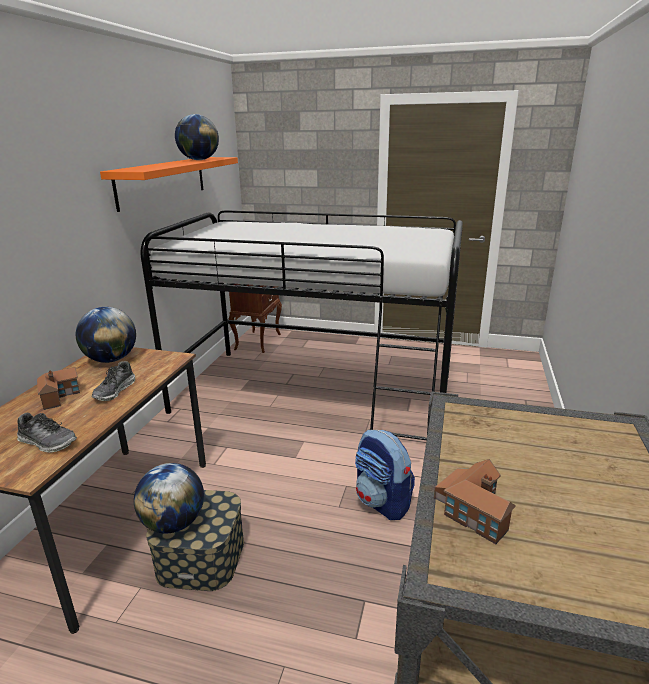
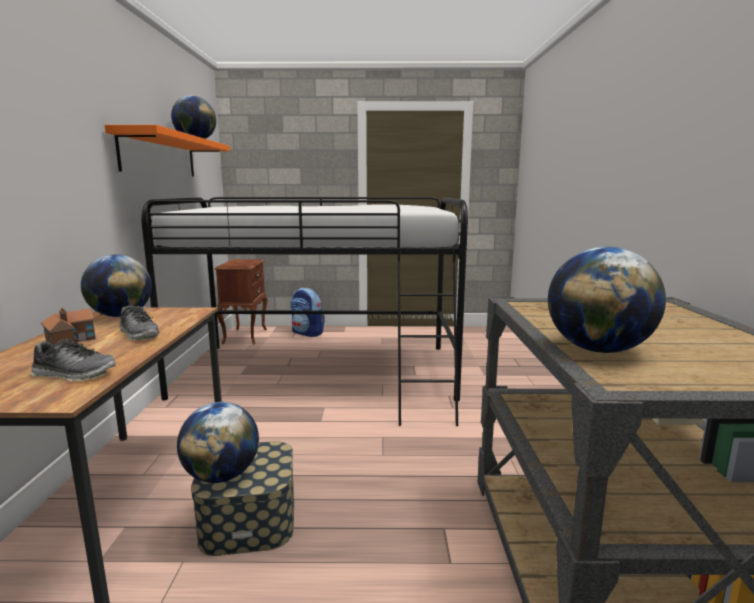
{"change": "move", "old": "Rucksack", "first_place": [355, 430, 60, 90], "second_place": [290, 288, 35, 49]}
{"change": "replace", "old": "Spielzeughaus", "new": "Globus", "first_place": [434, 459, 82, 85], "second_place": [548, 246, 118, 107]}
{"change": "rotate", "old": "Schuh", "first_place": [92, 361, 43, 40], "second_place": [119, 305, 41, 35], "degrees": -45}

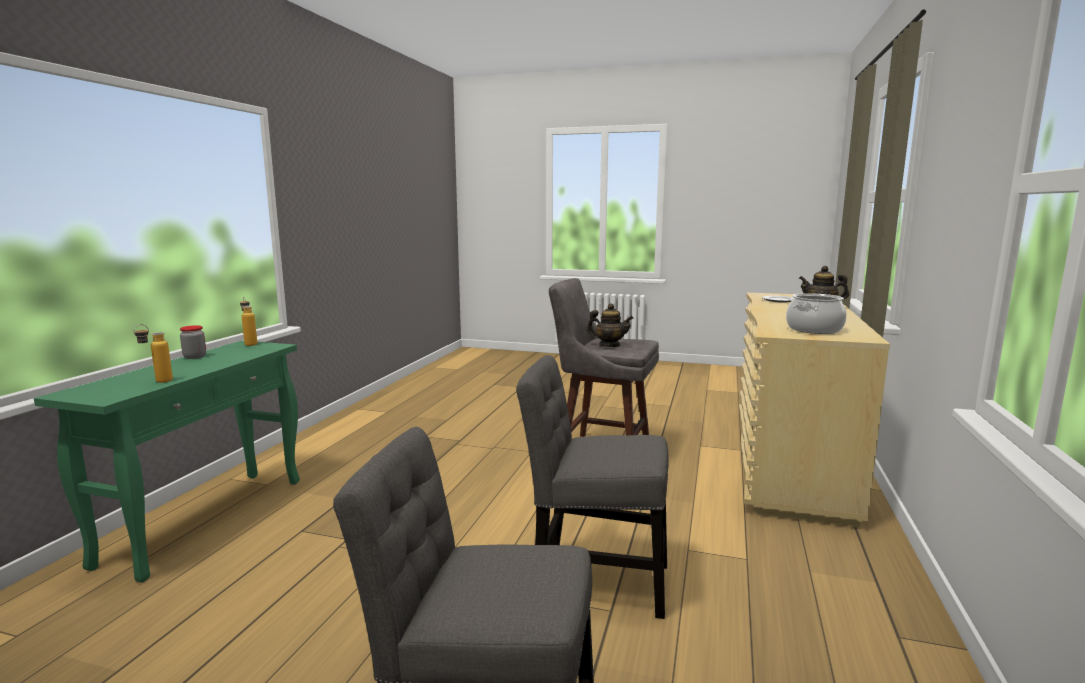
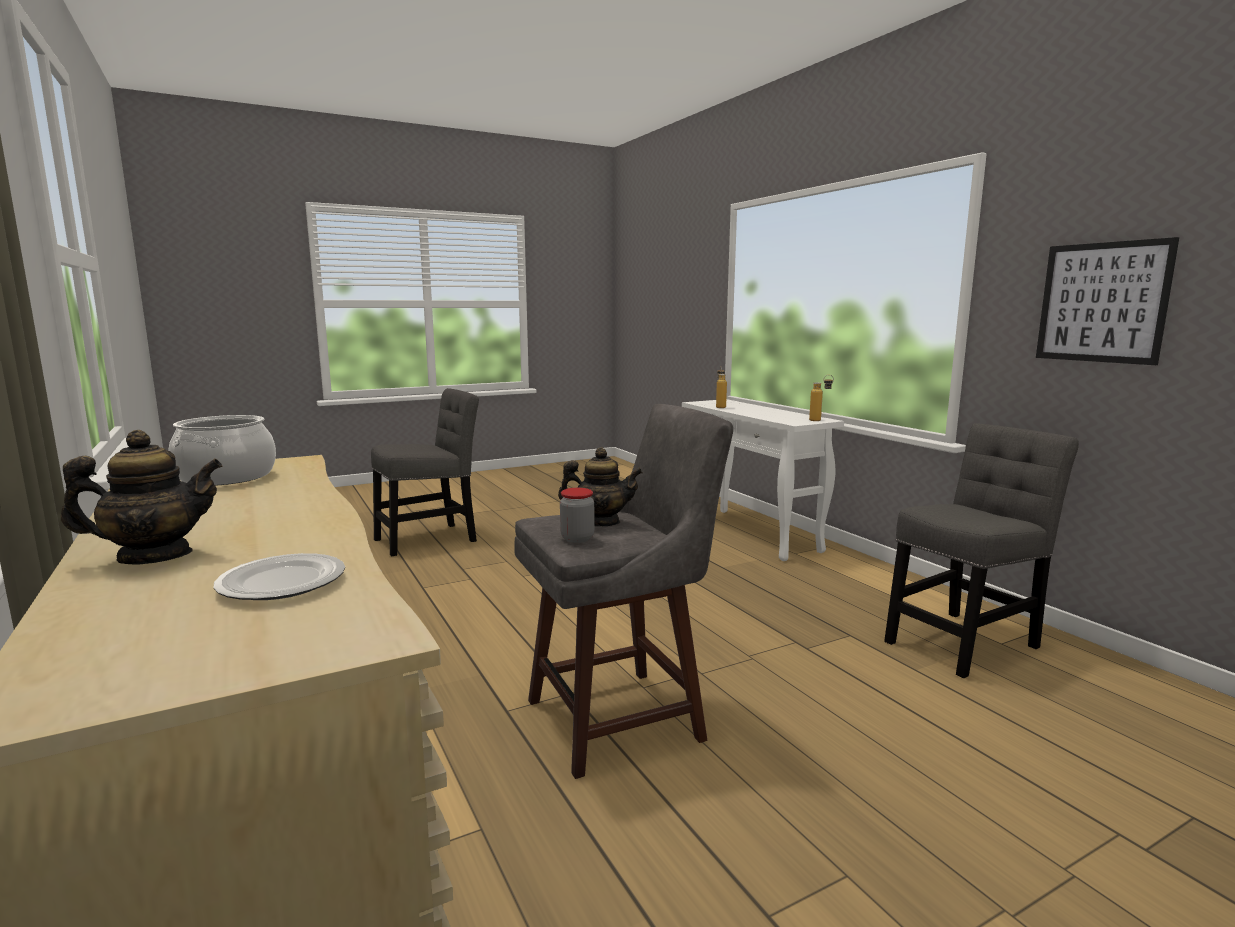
{"change": "insert", "new": "Bild", "second_place": [1036, 237, 143, 128]}
{"change": "move", "old": "Vorratsglas", "first_place": [180, 325, 26, 34], "second_place": [560, 488, 35, 55]}
{"change": "move", "old": "Stuhl (grau)", "first_place": [516, 355, 153, 264], "second_place": [884, 423, 195, 255]}
{"change": "recolor", "old": "Konsolentisch (grün)", "new": "Konsolentisch (weiß)", "first_place": [34, 341, 266, 242], "second_place": [682, 399, 162, 162]}
{"change": "rotate", "old": "Teekanne", "first_place": [587, 303, 46, 44], "second_place": [558, 447, 85, 79], "degrees": -150}

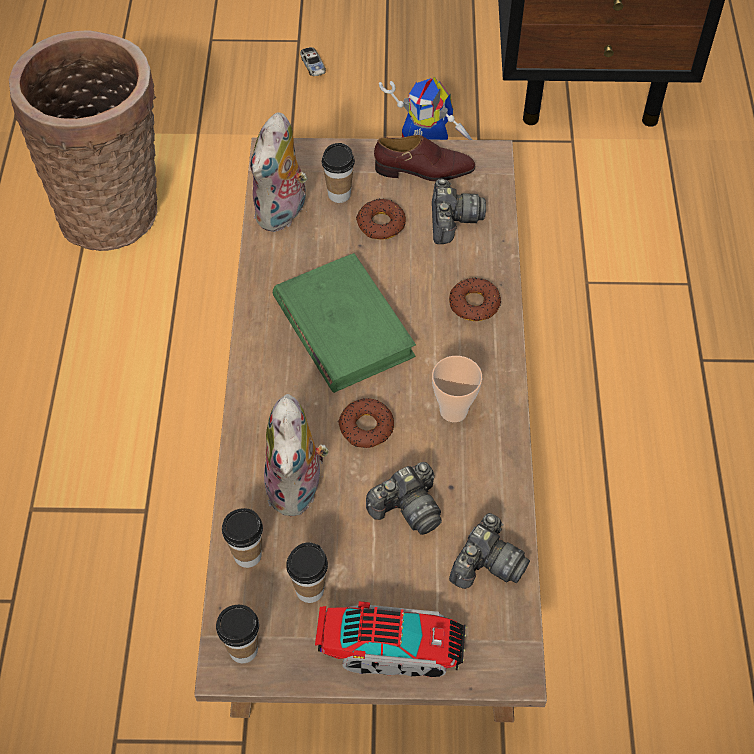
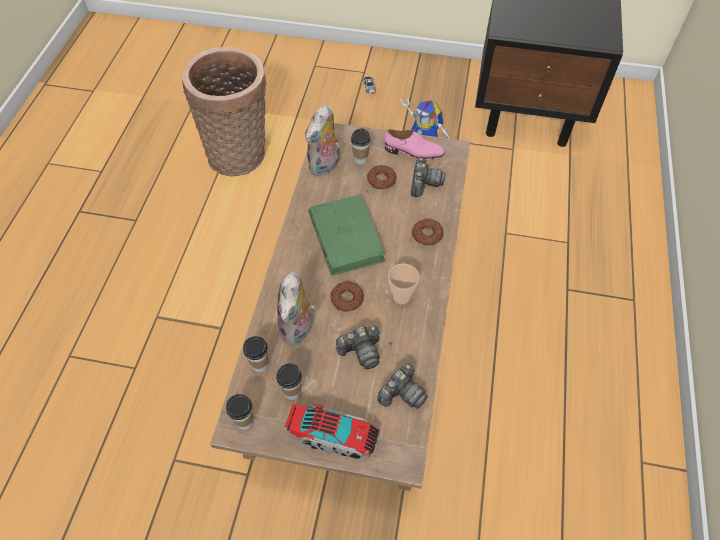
{"change": "recolor", "old": "Schuh (braun)", "new": "Schuh (rosa)", "first_place": [374, 135, 101, 47], "second_place": [385, 129, 59, 31]}

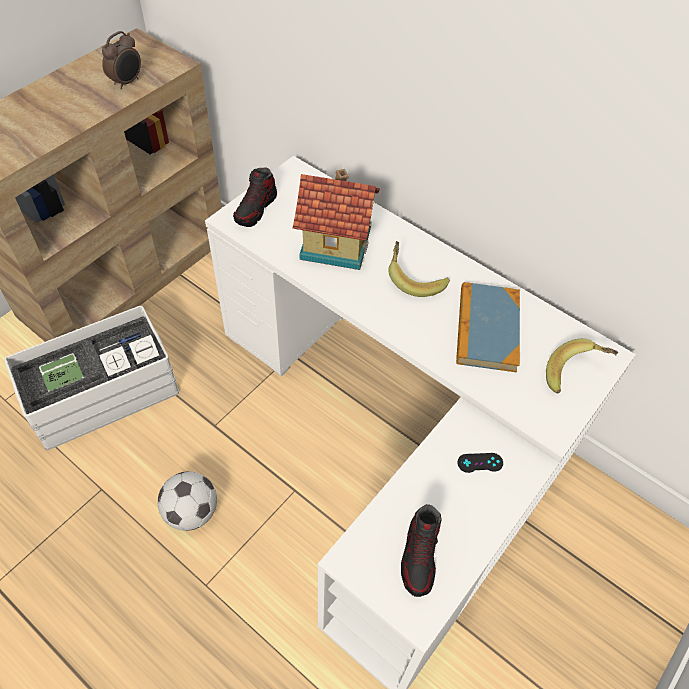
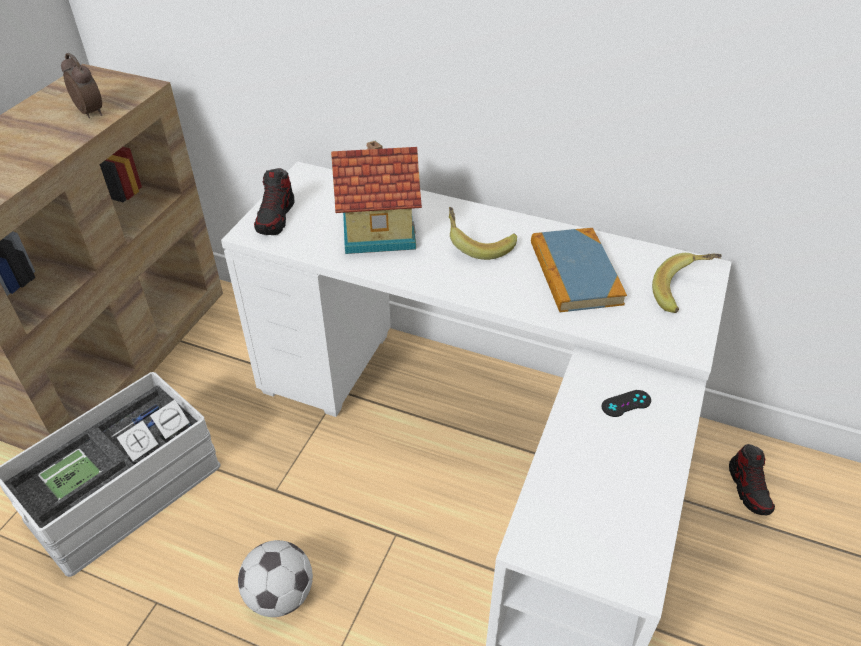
{"change": "move", "old": "Schuh", "first_place": [401, 504, 41, 93], "second_place": [729, 444, 46, 72]}
{"change": "rotate", "old": "Wecker", "first_place": [102, 31, 39, 59], "second_place": [61, 53, 41, 65], "degrees": -60}

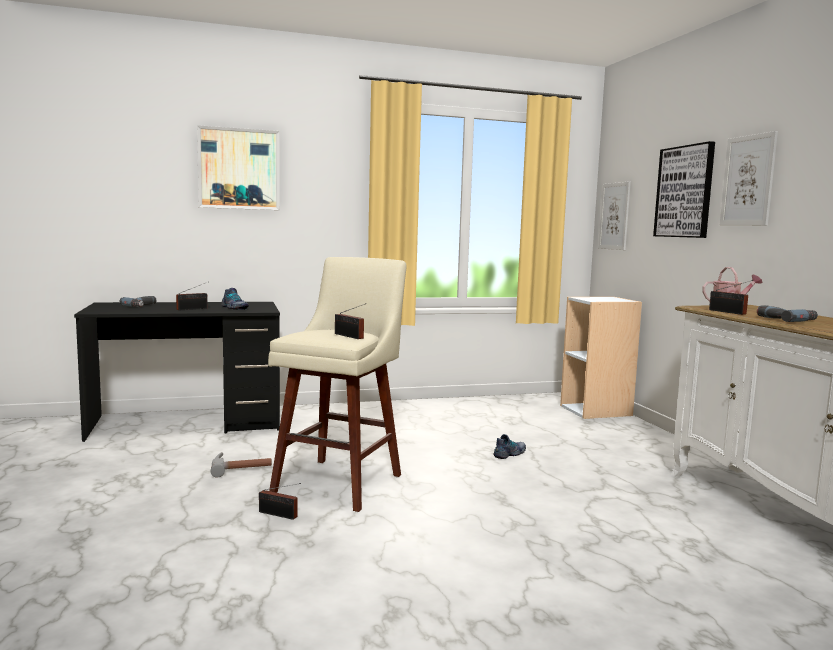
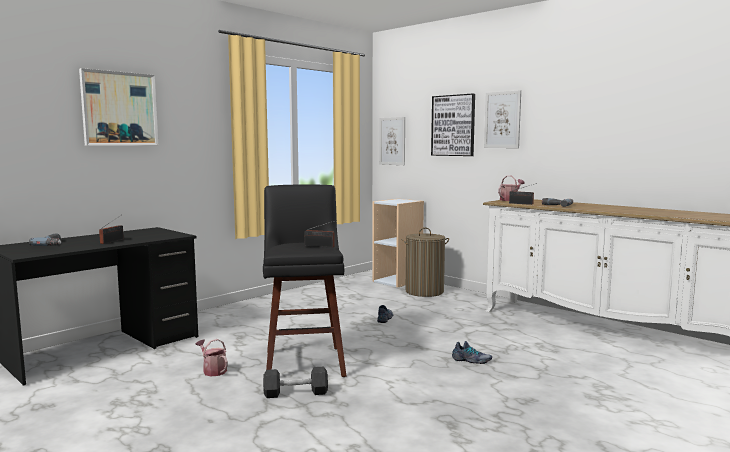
{"change": "insert", "new": "Wäschekorb", "second_place": [401, 227, 48, 70]}
{"change": "move", "old": "Schuh", "first_place": [221, 288, 28, 22], "second_place": [452, 341, 40, 23]}
{"change": "replace", "old": "Hammer", "new": "Gießkanne", "first_place": [211, 452, 61, 26], "second_place": [195, 339, 33, 37]}
{"change": "replace", "old": "Radio", "new": "Hantel (schwarz)", "first_place": [259, 483, 42, 37], "second_place": [263, 367, 65, 31]}
{"change": "recolor", "old": "Hocker (beige)", "new": "Hocker (schwarz)", "first_place": [268, 257, 138, 255], "second_place": [263, 184, 84, 193]}

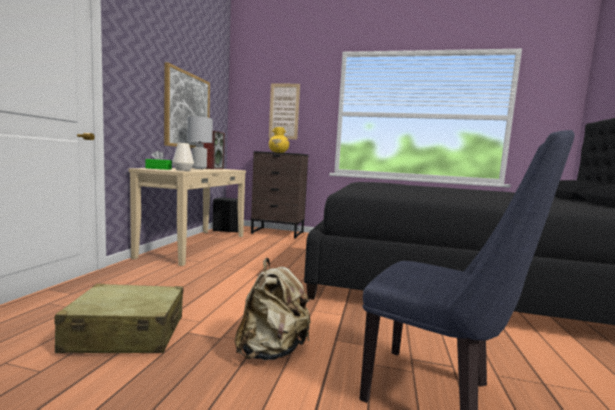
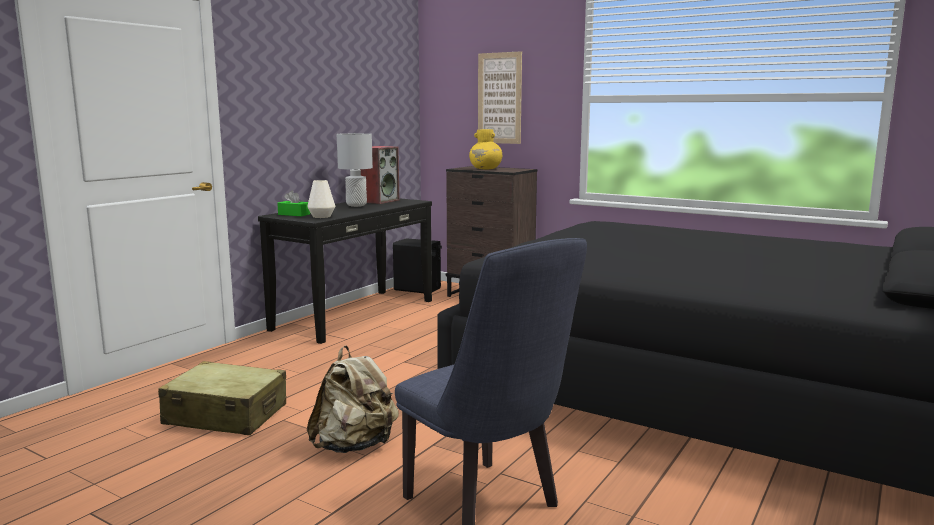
{"change": "delete", "old": "Bild", "first_place": [164, 62, 46, 86]}
{"change": "recolor", "old": "Konsolentisch (beige)", "new": "Konsolentisch (schwarz)", "first_place": [129, 168, 117, 98], "second_place": [258, 198, 174, 146]}

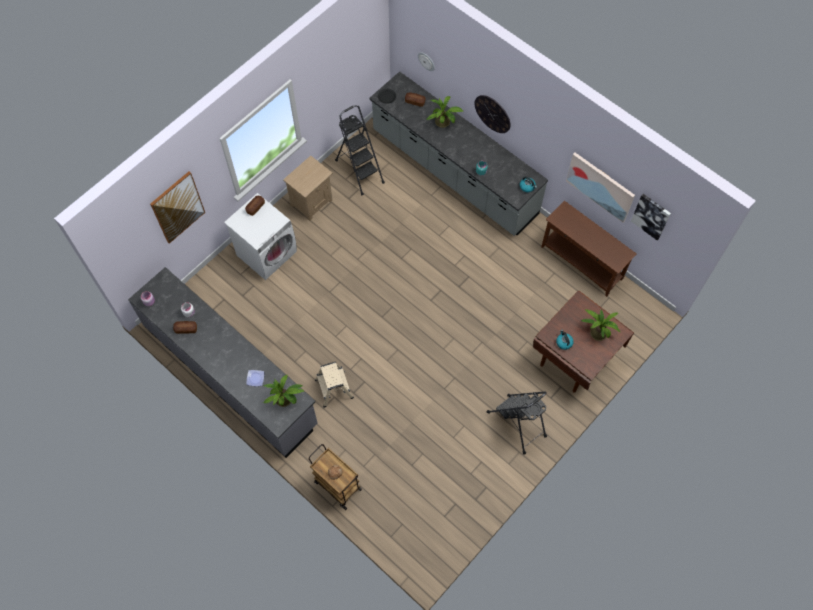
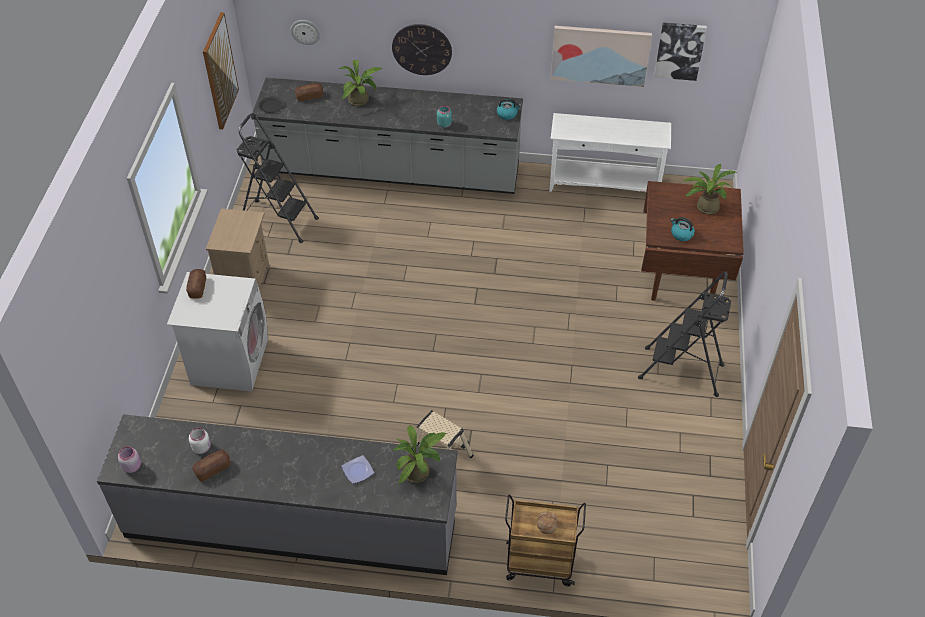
{"change": "move", "old": "Bild", "first_place": [150, 171, 55, 73], "second_place": [203, 12, 36, 118]}
{"change": "recolor", "old": "Konsolentisch (braun)", "new": "Konsolentisch (weiß)", "first_place": [541, 201, 96, 96], "second_place": [549, 113, 122, 79]}

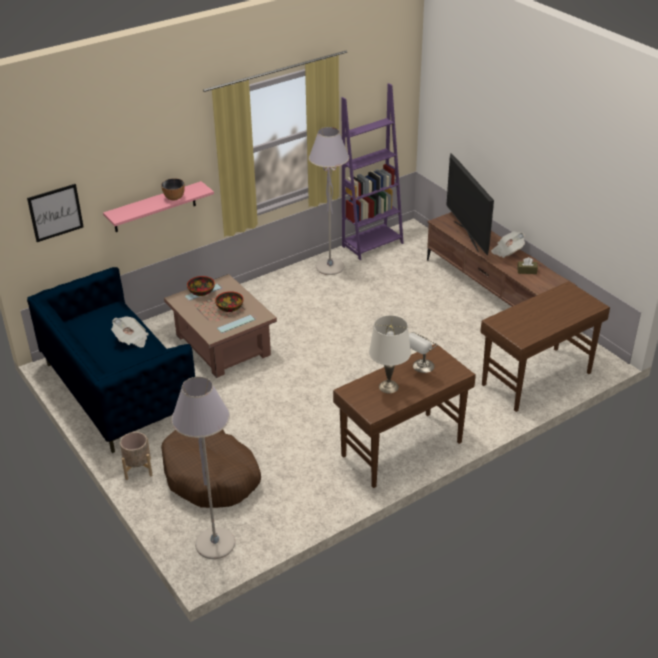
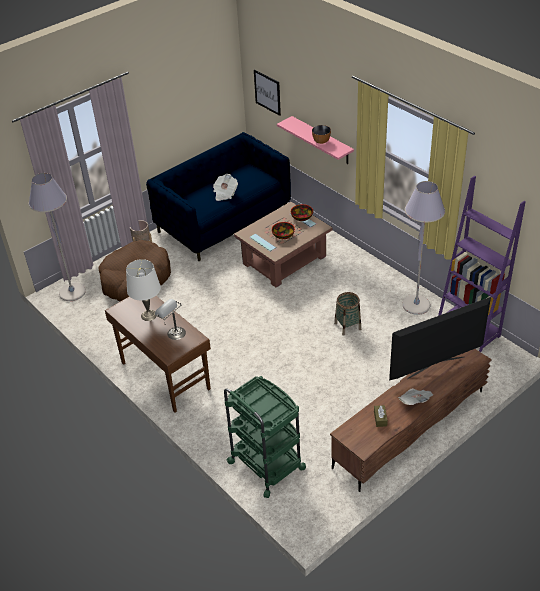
{"change": "insert", "new": "Korb", "second_place": [334, 292, 27, 44]}
{"change": "replace", "old": "Konsolentisch (braun)", "new": "Rollwagen (grün)", "first_place": [480, 281, 130, 131], "second_place": [224, 376, 82, 122]}

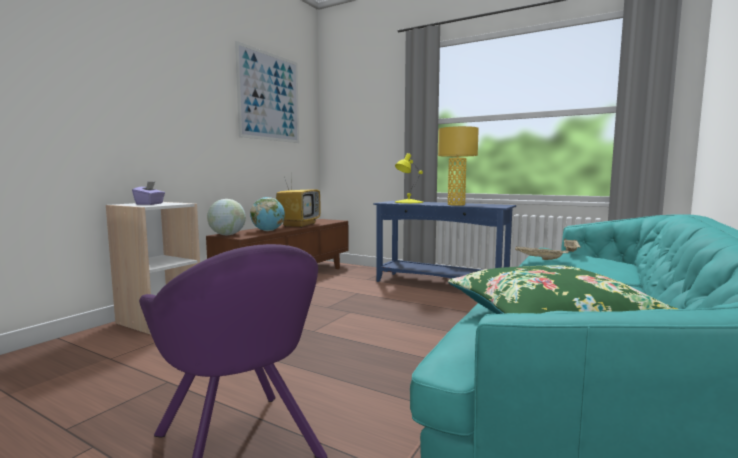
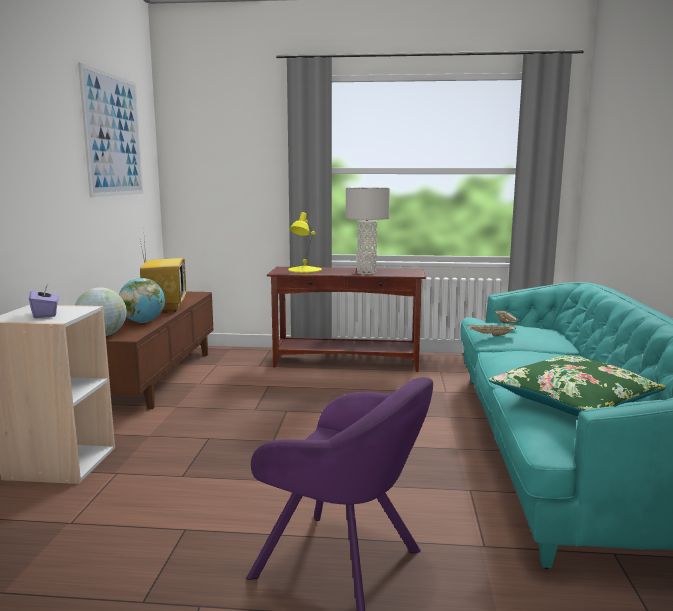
{"change": "recolor", "old": "Konsolentisch (blau)", "new": "Konsolentisch (braun)", "first_place": [373, 201, 143, 81], "second_place": [267, 267, 159, 105]}
{"change": "recolor", "old": "Tischlampe (gelb)", "new": "Tischlampe (weiß)", "first_place": [438, 126, 41, 80], "second_place": [346, 188, 44, 87]}

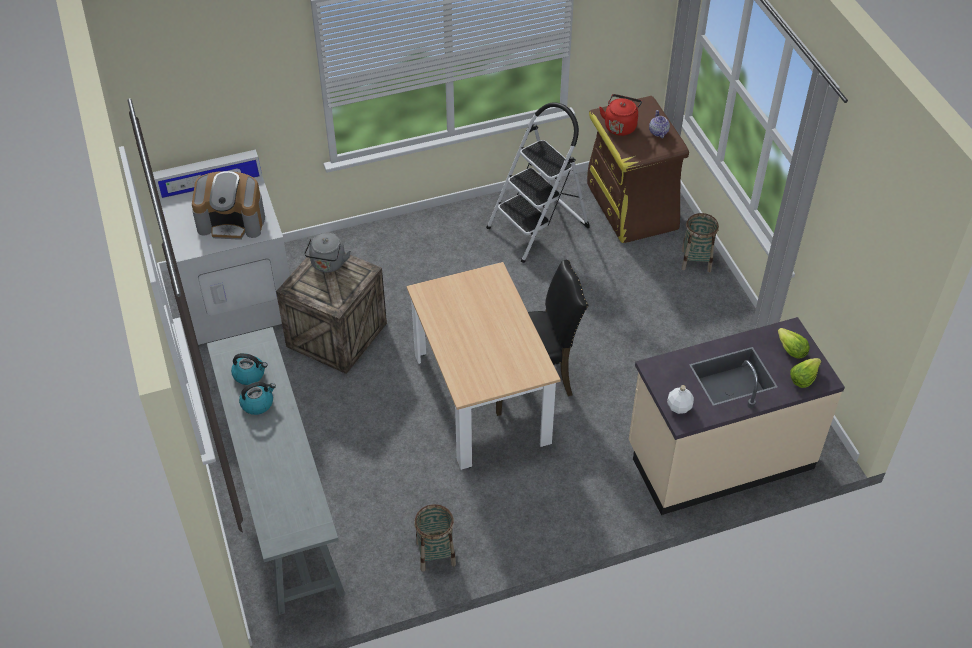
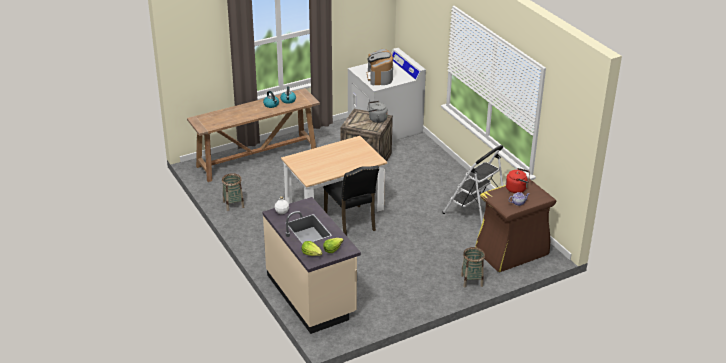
{"change": "recolor", "old": "Konsolentisch (grau)", "new": "Konsolentisch (braun)", "first_place": [207, 327, 138, 288], "second_place": [187, 88, 133, 94]}

